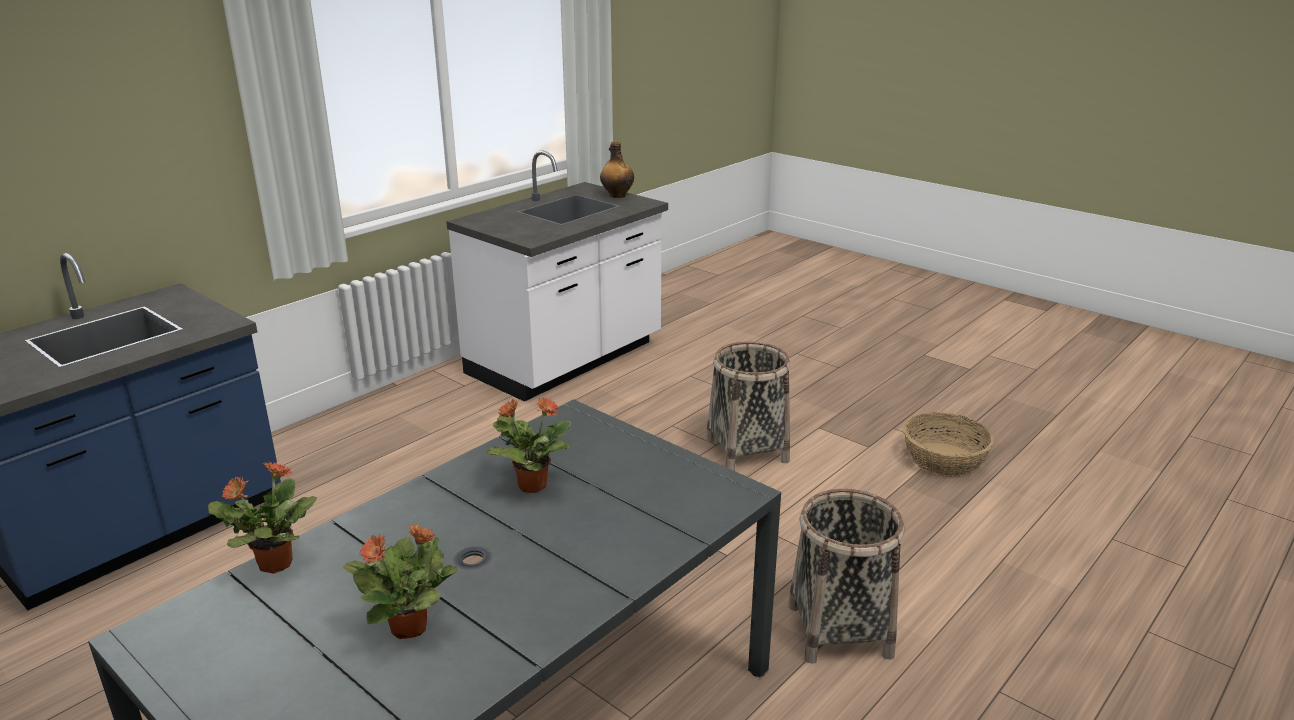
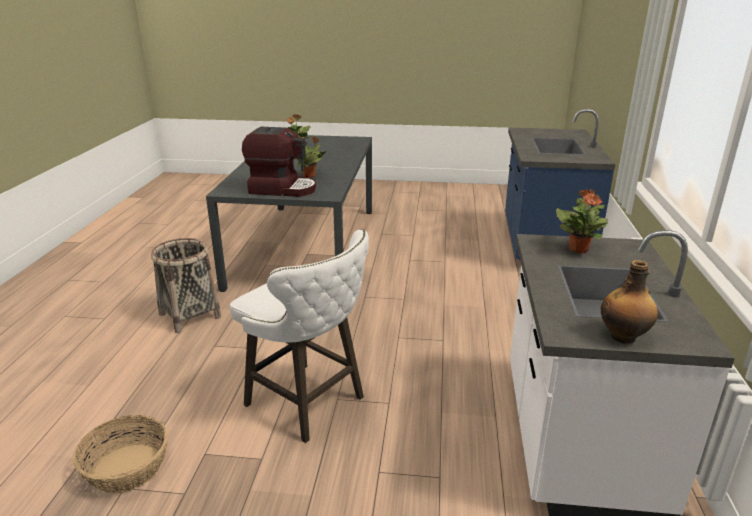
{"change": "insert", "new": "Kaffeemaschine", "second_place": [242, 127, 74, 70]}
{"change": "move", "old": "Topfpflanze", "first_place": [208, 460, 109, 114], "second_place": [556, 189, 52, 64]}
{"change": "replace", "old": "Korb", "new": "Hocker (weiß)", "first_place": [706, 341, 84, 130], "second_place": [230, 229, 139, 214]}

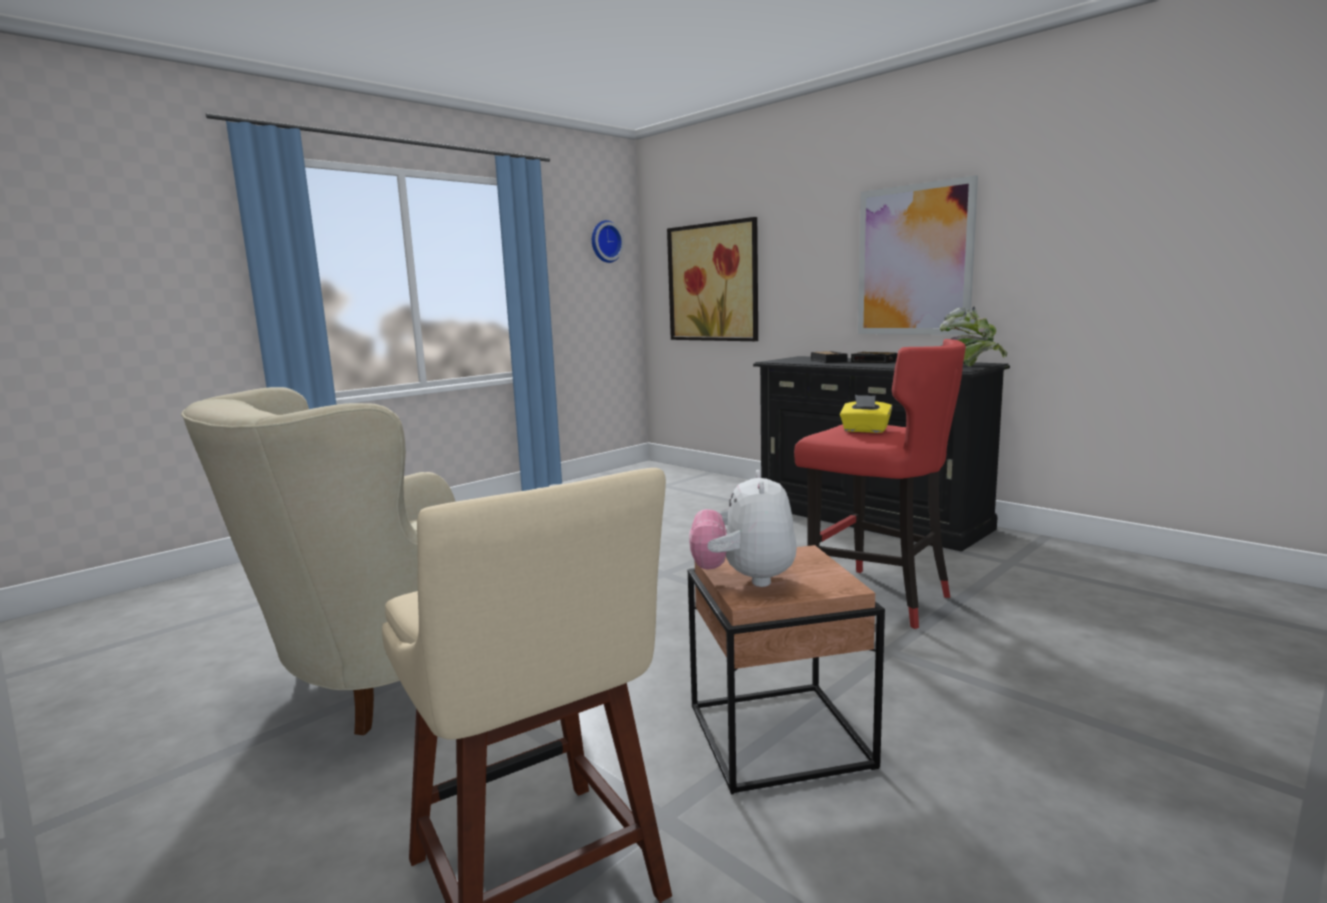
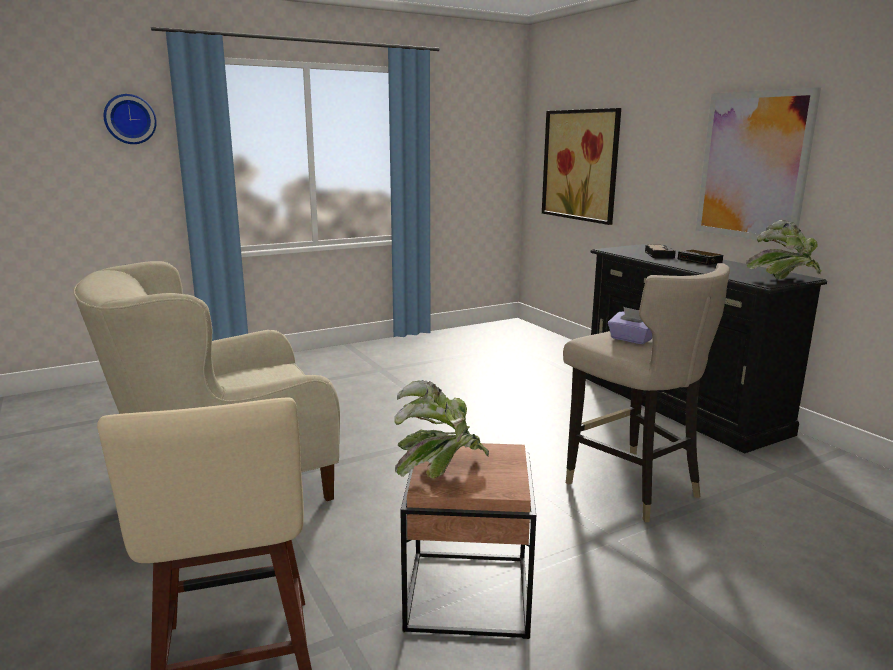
{"change": "move", "old": "Wanduhr", "first_place": [592, 220, 32, 43], "second_place": [104, 94, 53, 50]}
{"change": "replace", "old": "Plüschtier", "new": "Topfpflanze", "first_place": [689, 470, 108, 117], "second_place": [394, 380, 95, 99]}
{"change": "recolor", "old": "Hocker (rot)", "new": "Hocker (beige)", "first_place": [794, 339, 172, 290], "second_place": [563, 263, 167, 259]}
{"change": "recolor", "old": "Taschentuchbox (gelb)", "new": "Taschentuchbox (lila)", "first_place": [840, 395, 52, 38], "second_place": [608, 307, 44, 37]}

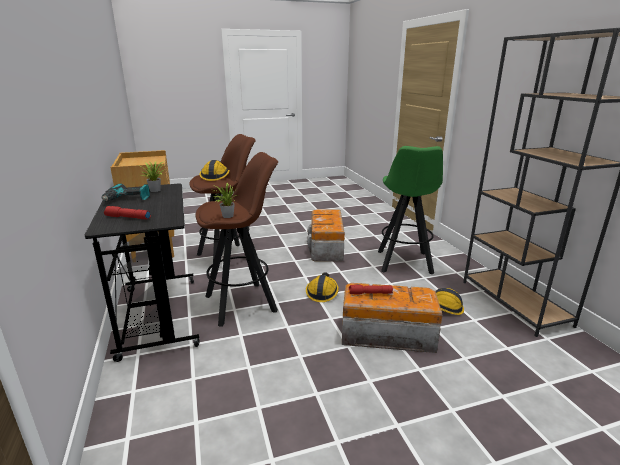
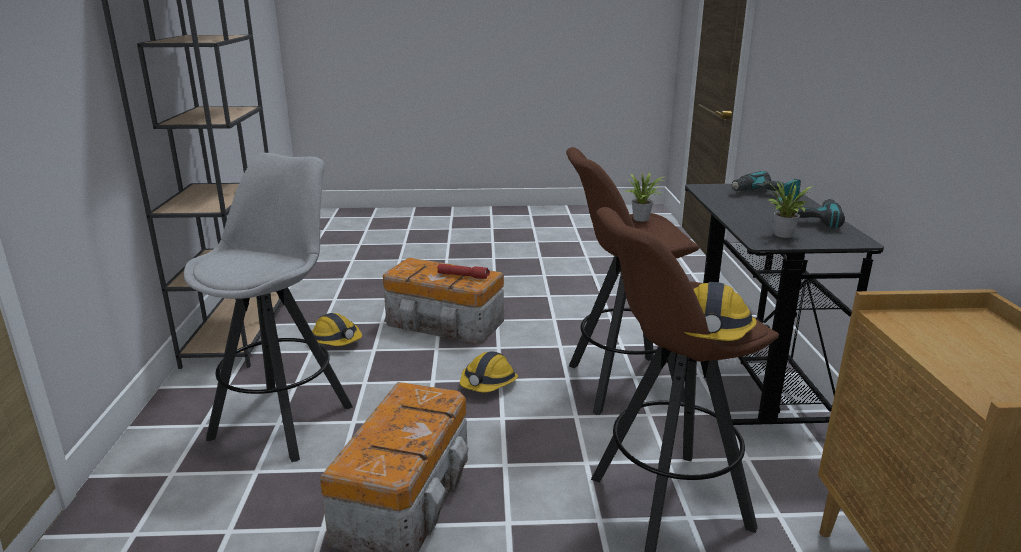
{"change": "replace", "old": "Taschenlampe (rot)", "new": "Bohrmaschine", "first_place": [104, 206, 47, 13], "second_place": [731, 171, 70, 28]}
{"change": "recolor", "old": "Hocker (grün)", "new": "Hocker (grau)", "first_place": [378, 146, 65, 128], "second_place": [184, 153, 169, 309]}

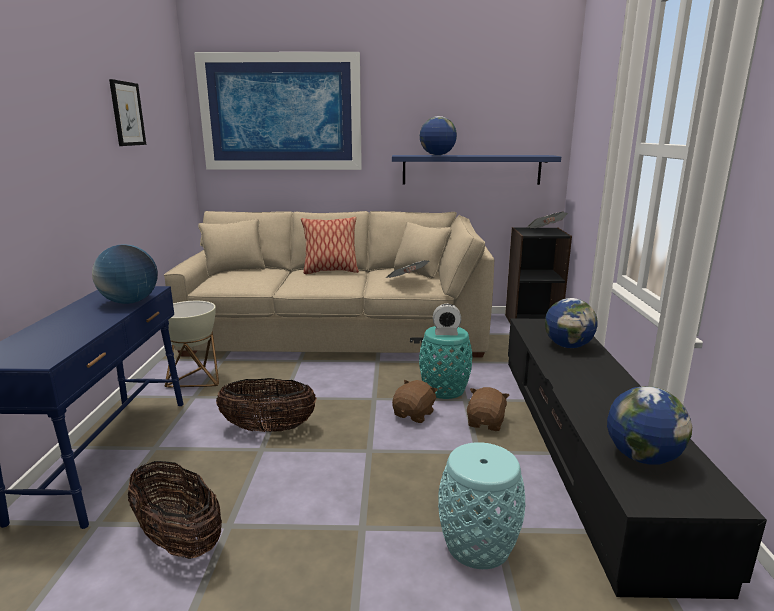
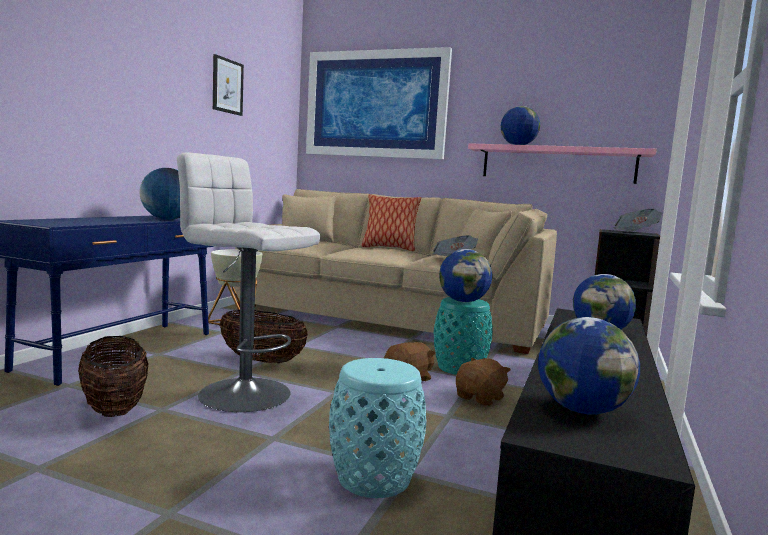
{"change": "insert", "new": "Hocker (weiß)", "second_place": [177, 152, 143, 260]}
{"change": "replace", "old": "Wecker", "new": "Globus", "first_place": [433, 304, 28, 31], "second_place": [439, 249, 53, 53]}
{"change": "recolor", "old": "Wandregal (blau)", "new": "Wandregal (rosa)", "first_place": [392, 155, 169, 30], "second_place": [468, 143, 189, 41]}

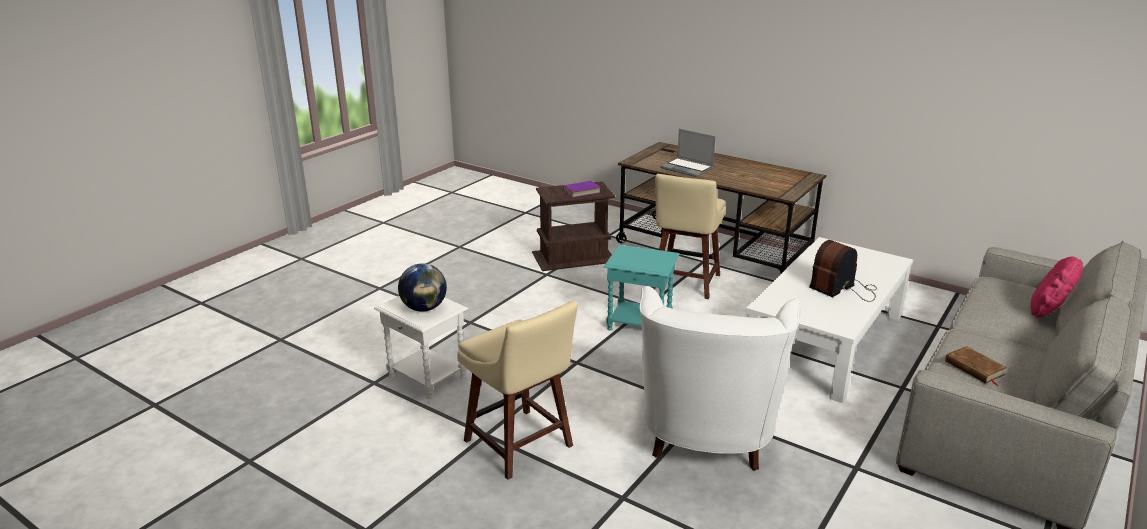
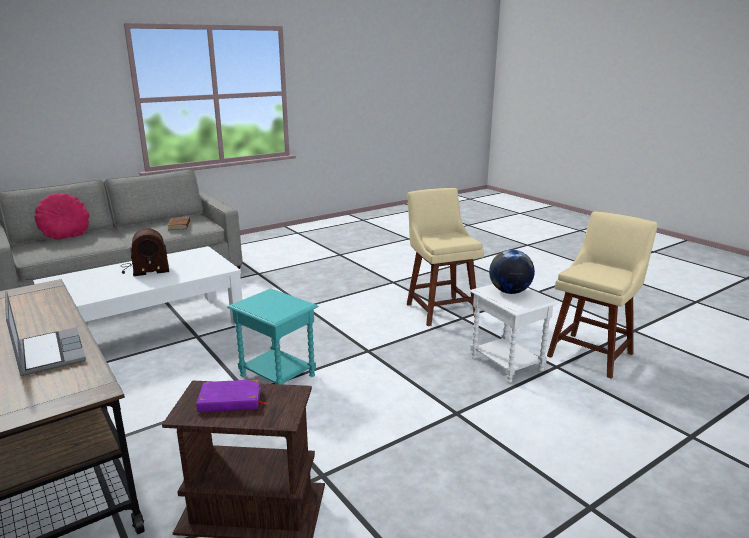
{"change": "delete", "old": "Sessel (weiß)", "first_place": [639, 286, 163, 185]}
{"change": "move", "old": "Hocker (beige)", "first_place": [651, 174, 75, 125], "second_place": [547, 211, 111, 168]}

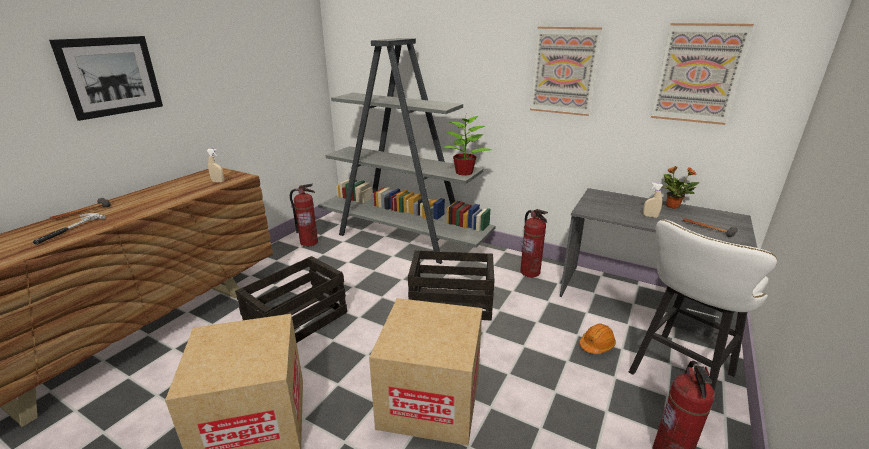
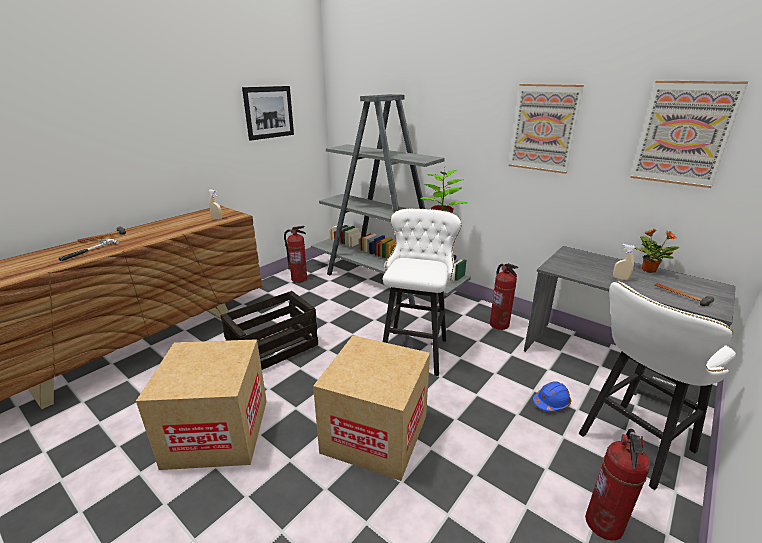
{"change": "move", "old": "Bild", "first_place": [49, 36, 114, 85], "second_place": [242, 86, 52, 55]}
{"change": "replace", "old": "Kiste", "new": "Hocker (weiß)", "first_place": [408, 250, 86, 71], "second_place": [383, 208, 79, 168]}
{"change": "recolor", "old": "Schutzhelm (orange)", "new": "Schutzhelm (blau)", "first_place": [579, 323, 37, 31], "second_place": [533, 381, 38, 31]}

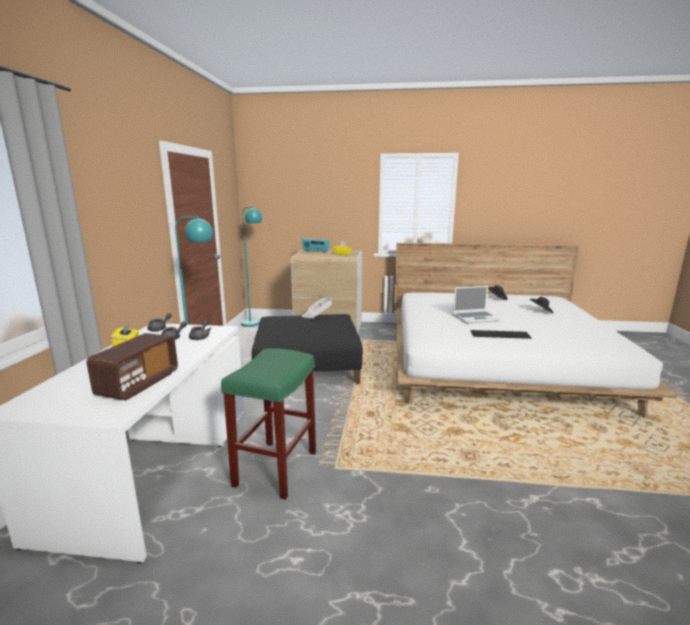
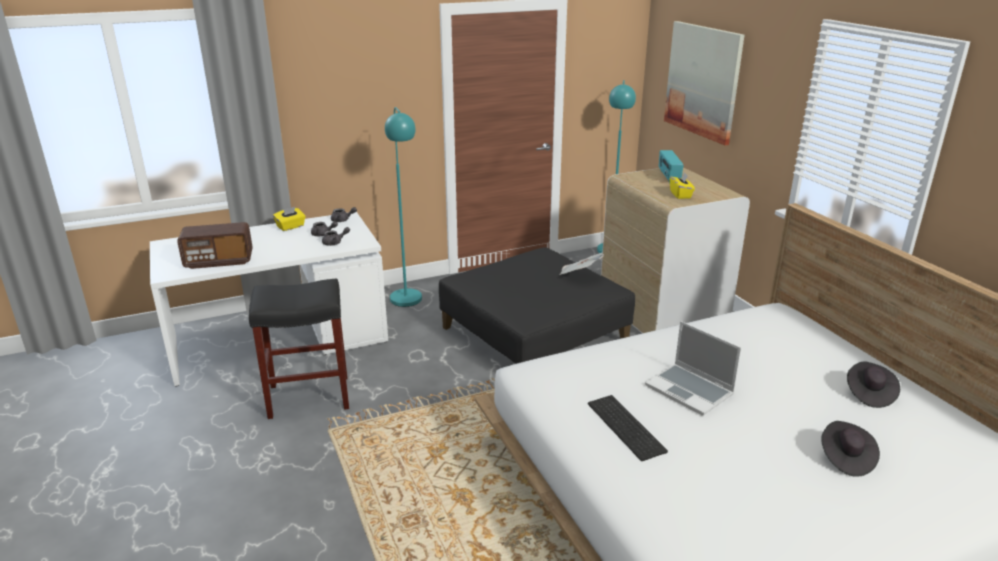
{"change": "insert", "new": "Bild", "second_place": [664, 21, 81, 125]}
{"change": "recolor", "old": "Hocker (grün)", "new": "Hocker (schwarz)", "first_place": [221, 348, 95, 152], "second_place": [249, 278, 100, 141]}

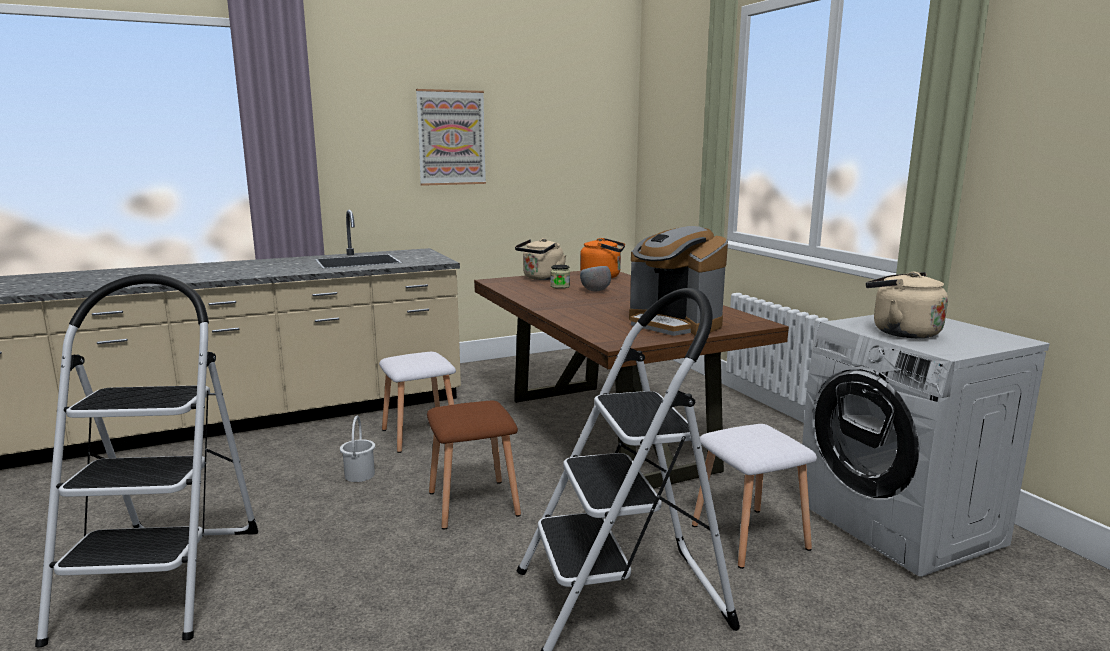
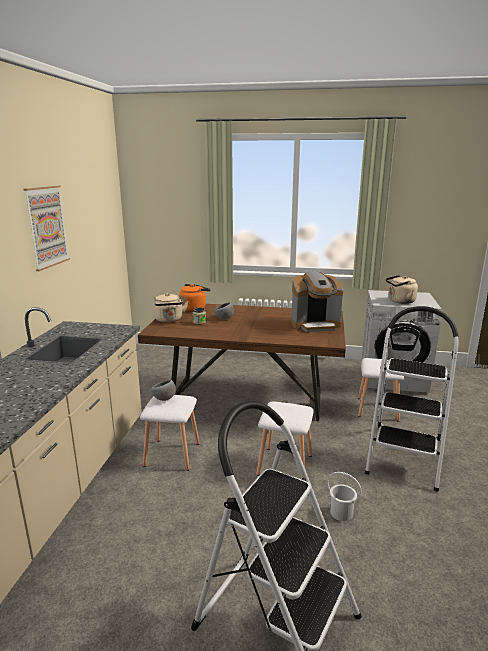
{"change": "insert", "new": "Schüssel (grau)", "second_place": [152, 380, 24, 21]}
{"change": "move", "old": "Eimer (weiß)", "first_place": [340, 416, 35, 66], "second_place": [327, 472, 35, 49]}
{"change": "recolor", "old": "Hocker (braun)", "new": "Hocker (weiß)", "first_place": [427, 401, 94, 129], "second_place": [257, 401, 57, 75]}

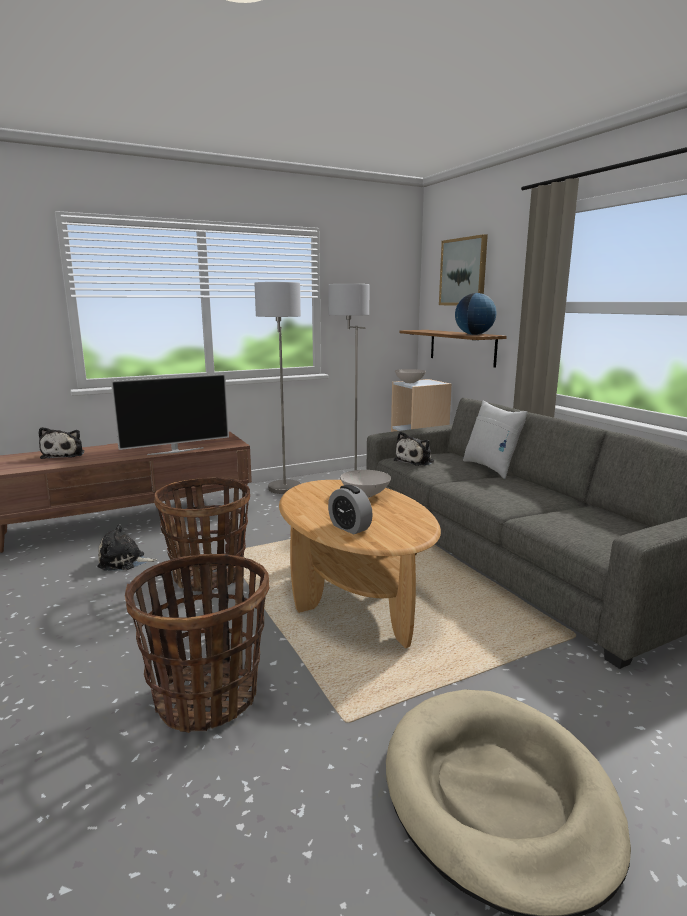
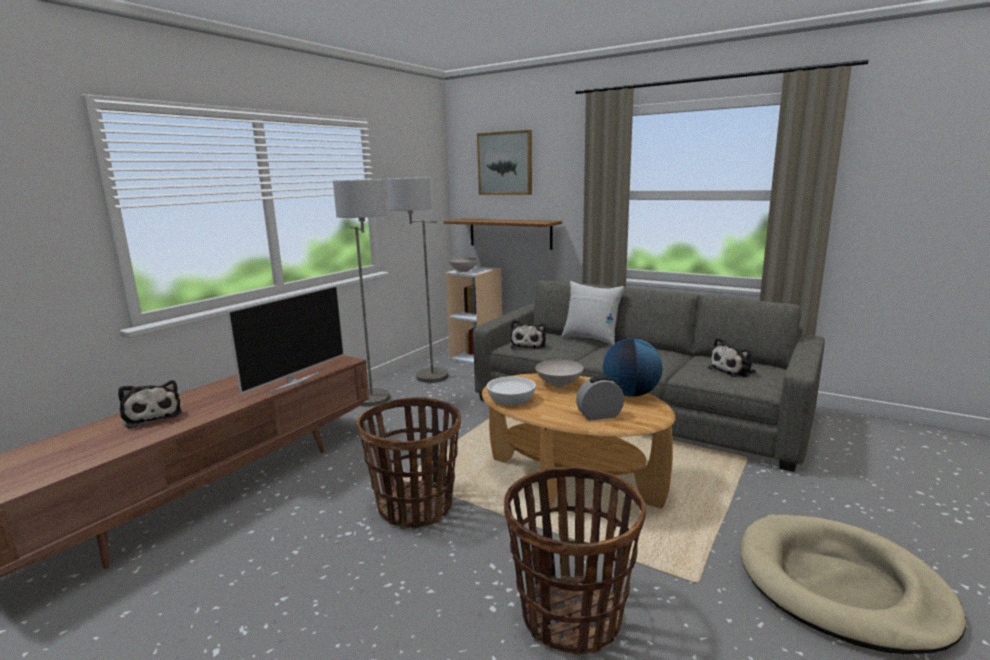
{"change": "insert", "new": "Schüssel (weiß)", "second_place": [486, 376, 50, 30]}
{"change": "move", "old": "Plüschtier", "first_place": [97, 524, 60, 47], "second_place": [708, 337, 49, 41]}
{"change": "move", "old": "Globus", "first_place": [455, 293, 41, 42], "second_place": [603, 338, 59, 59]}
{"change": "rotate", "old": "Wecker", "first_place": [328, 485, 45, 49], "second_place": [576, 376, 48, 45], "degrees": 150}

